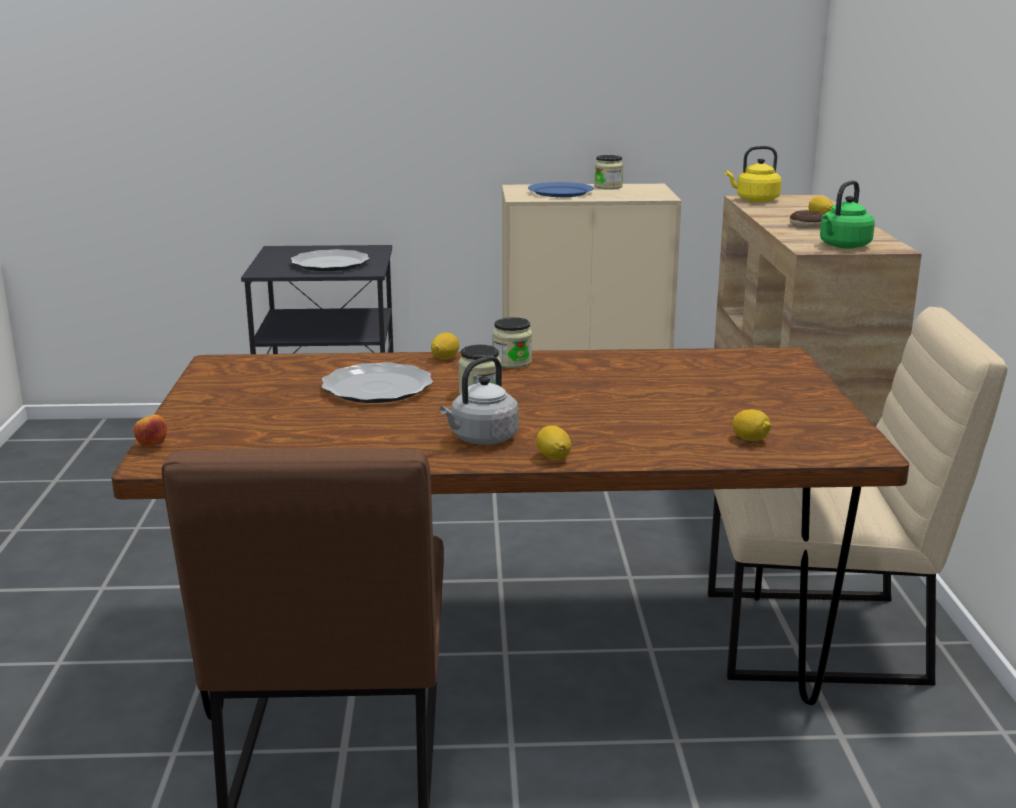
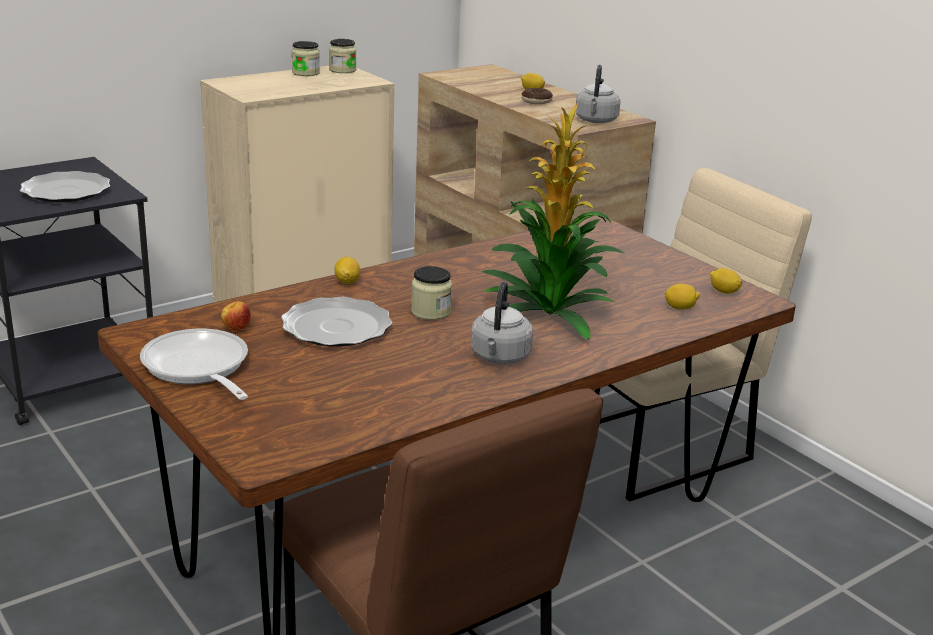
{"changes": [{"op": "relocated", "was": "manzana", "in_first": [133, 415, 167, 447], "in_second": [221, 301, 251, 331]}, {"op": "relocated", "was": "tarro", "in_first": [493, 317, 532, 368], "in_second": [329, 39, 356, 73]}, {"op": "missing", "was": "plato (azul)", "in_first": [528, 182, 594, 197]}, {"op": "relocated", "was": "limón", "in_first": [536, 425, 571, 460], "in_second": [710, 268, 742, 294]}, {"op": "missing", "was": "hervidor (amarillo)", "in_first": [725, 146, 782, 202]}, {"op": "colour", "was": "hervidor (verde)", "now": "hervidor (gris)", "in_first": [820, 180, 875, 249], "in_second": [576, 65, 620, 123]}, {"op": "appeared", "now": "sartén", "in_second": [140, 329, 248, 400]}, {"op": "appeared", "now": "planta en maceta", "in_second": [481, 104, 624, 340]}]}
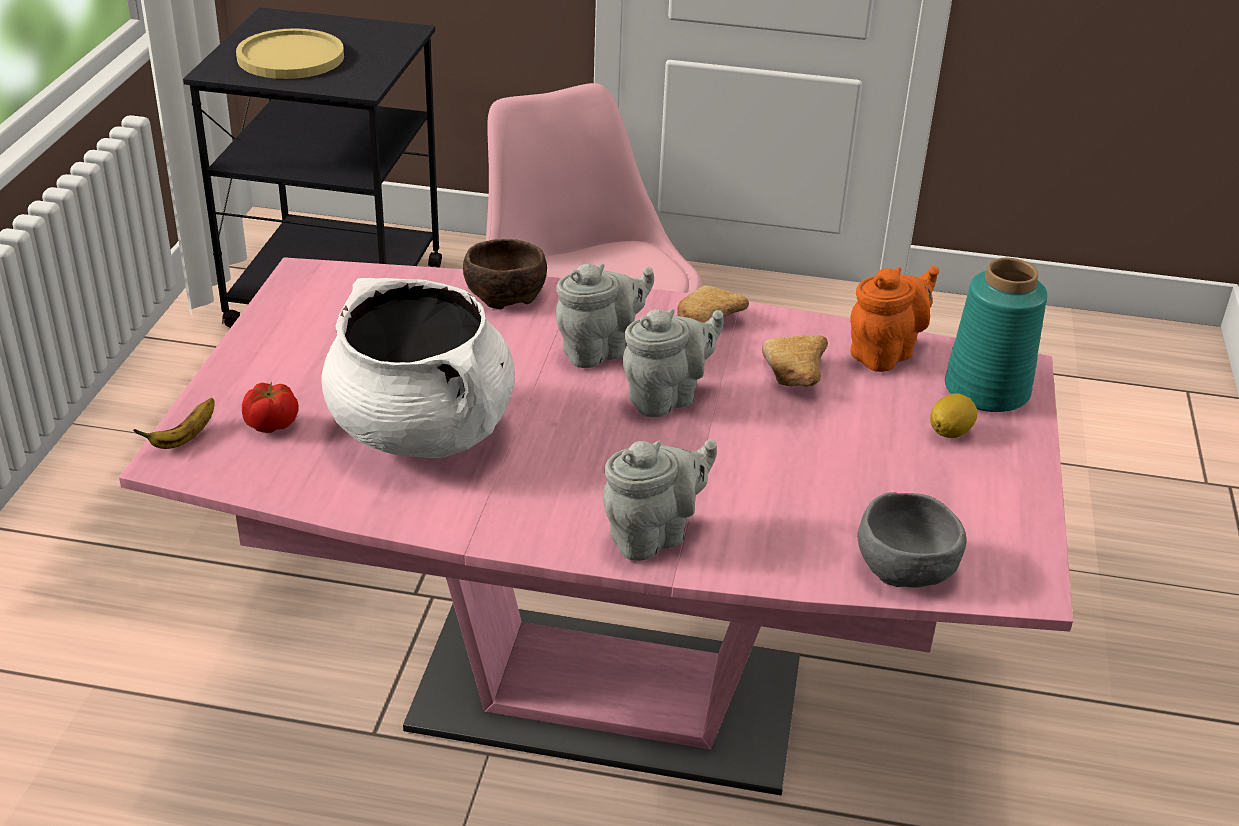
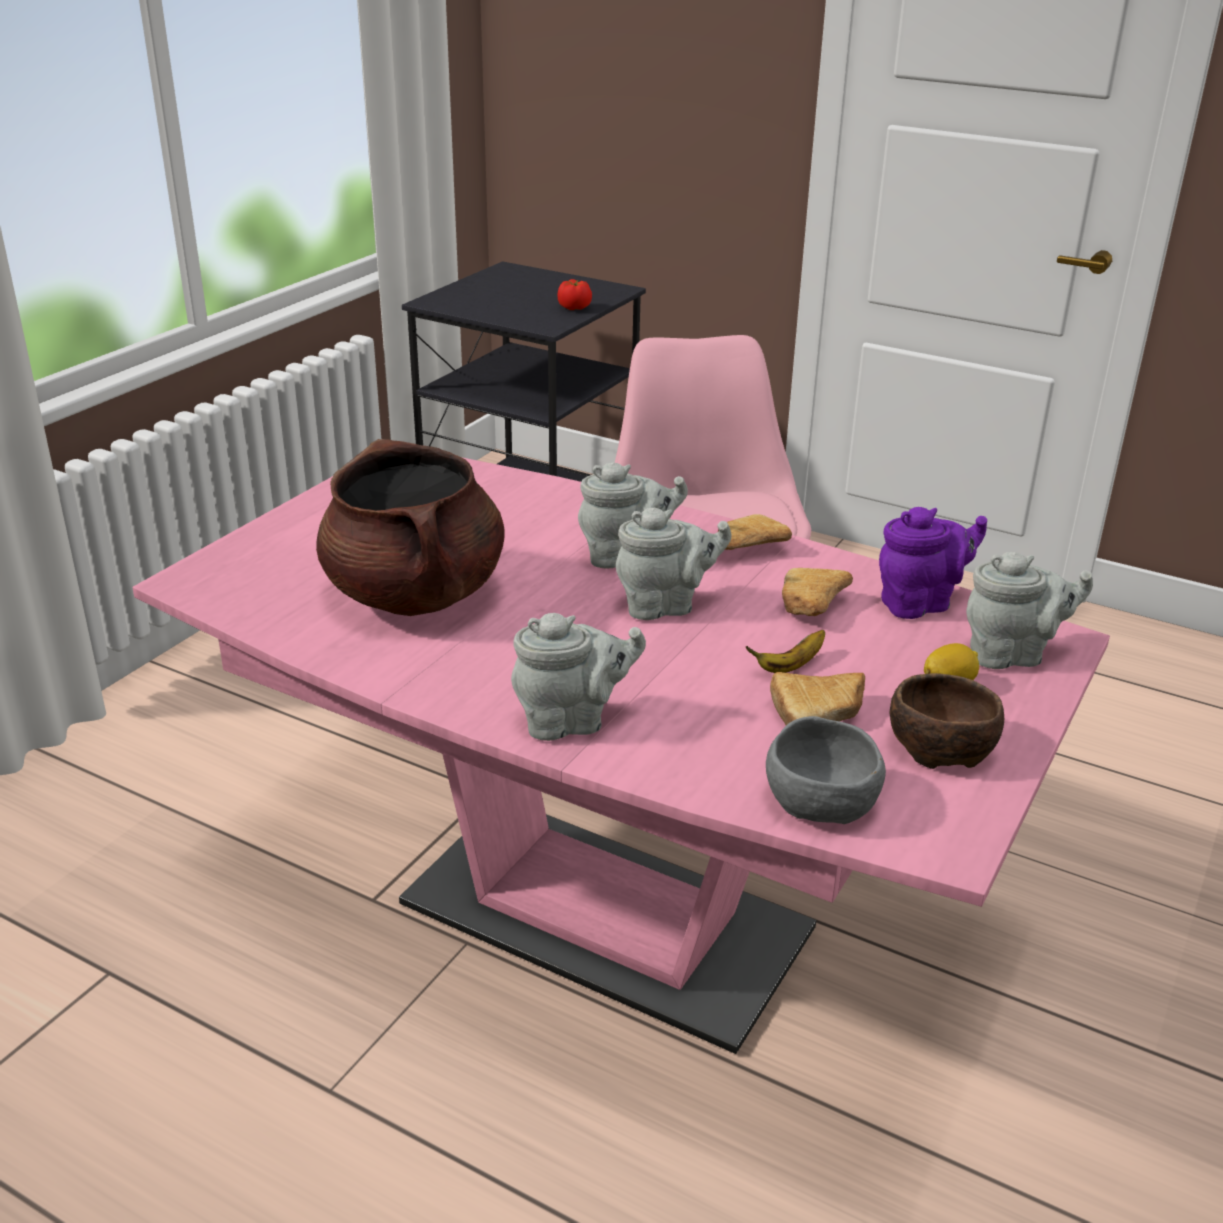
{"changes": [{"op": "relocated", "was": "plátano", "in_first": [133, 398, 215, 449], "in_second": [746, 630, 825, 673]}, {"op": "missing", "was": "plato (amarillo)", "in_first": [236, 28, 344, 79]}, {"op": "relocated", "was": "tomate", "in_first": [242, 382, 299, 433], "in_second": [557, 279, 592, 310]}, {"op": "colour", "was": "olla (blanco)", "now": "olla (marrón)", "in_first": [322, 278, 515, 458], "in_second": [316, 439, 505, 616]}, {"op": "relocated", "was": "cuenco (marrón)", "in_first": [463, 239, 547, 309], "in_second": [890, 673, 1004, 769]}, {"op": "colour", "was": "tetera (naranja)", "now": "tetera (morado)", "in_first": [850, 266, 939, 372], "in_second": [879, 507, 987, 619]}, {"op": "exchanged", "was": "florero (turquesa)", "now": "tetera (gris)", "in_first": [945, 258, 1047, 412], "in_second": [966, 552, 1093, 669]}, {"op": "appeared", "now": "pan", "in_second": [770, 672, 865, 725]}]}
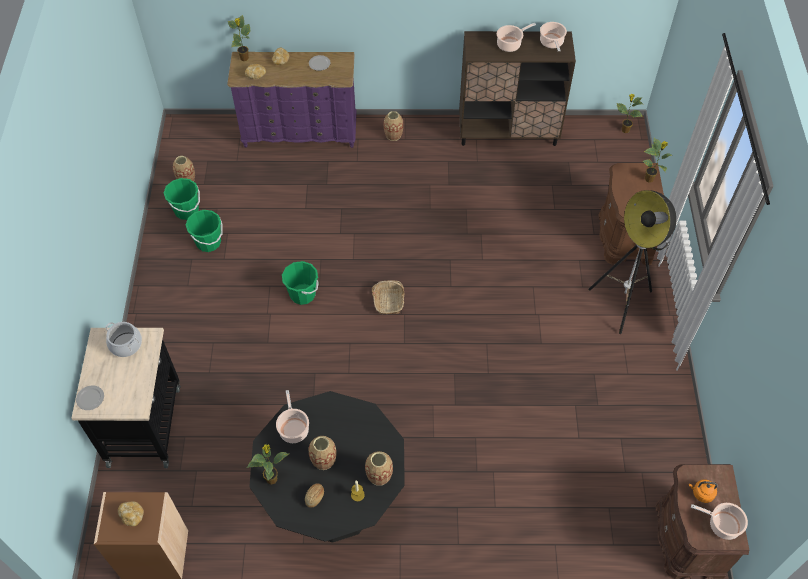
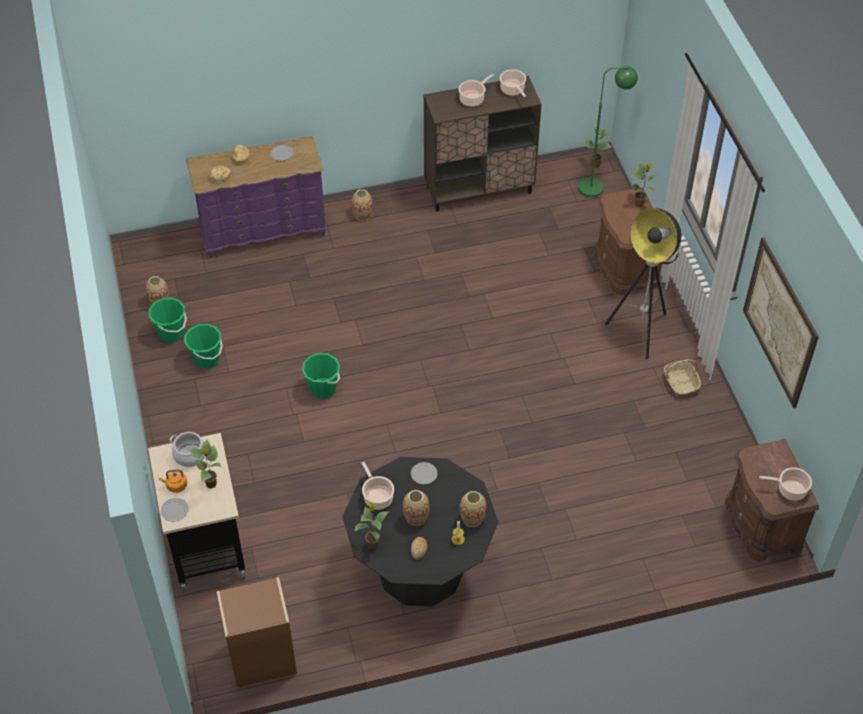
{"changes": [{"op": "missing", "was": "pan", "in_first": [118, 501, 144, 526]}, {"op": "relocated", "was": "planta en maceta", "in_first": [228, 15, 251, 61], "in_second": [189, 439, 222, 488]}, {"op": "relocated", "was": "cesta", "in_first": [372, 280, 405, 314], "in_second": [664, 359, 701, 397]}, {"op": "relocated", "was": "hervidor (naranja)", "in_first": [689, 479, 718, 503], "in_second": [158, 469, 187, 493]}, {"op": "appeared", "now": "plato", "in_second": [411, 462, 438, 484]}, {"op": "appeared", "now": "lámpara de pie (verde)", "in_second": [578, 66, 638, 197]}, {"op": "appeared", "now": "cuadro", "in_second": [743, 237, 819, 408]}]}
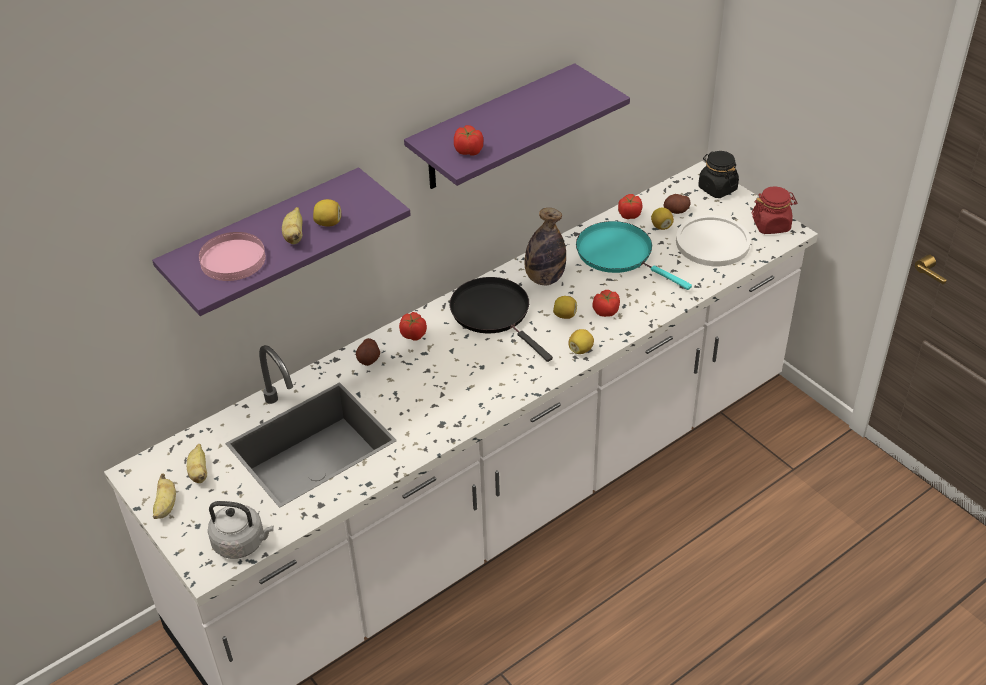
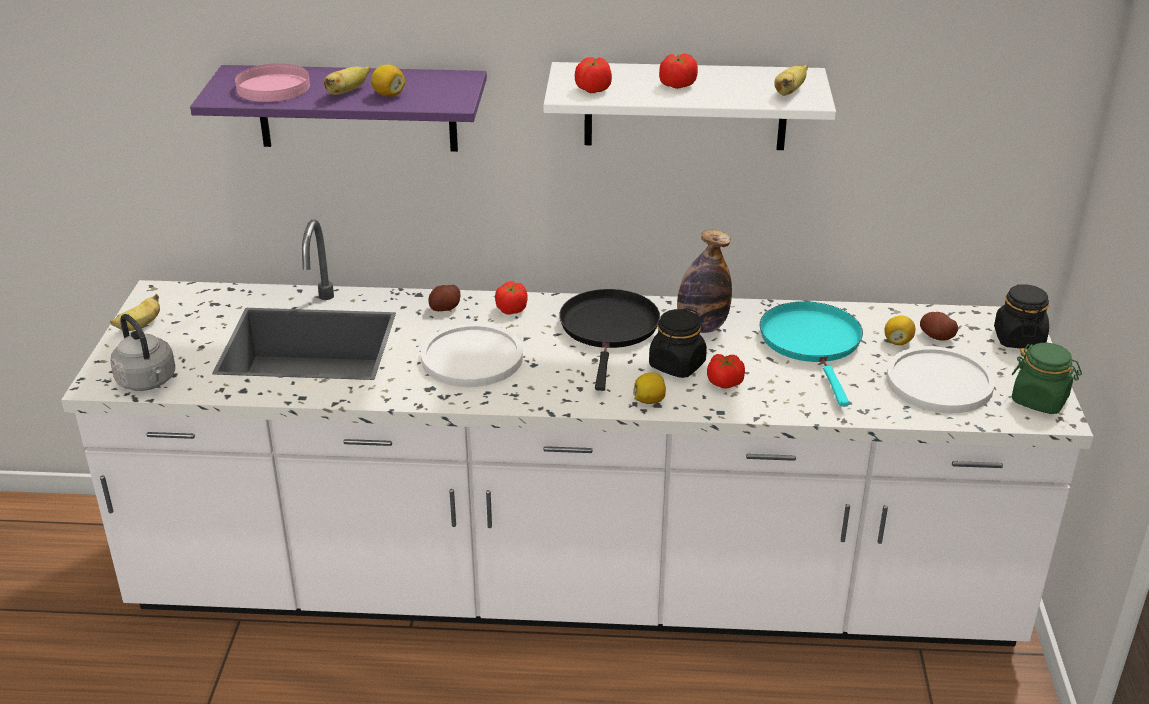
{"changes": [{"op": "relocated", "was": "plátano", "in_first": [187, 444, 207, 483], "in_second": [775, 65, 808, 96]}, {"op": "colour", "was": "estante (morado)", "now": "estante (blanco)", "in_first": [404, 63, 630, 189], "in_second": [544, 62, 836, 150]}, {"op": "exchanged", "was": "limón", "now": "tarro (negro)", "in_first": [553, 296, 577, 319], "in_second": [649, 308, 707, 378]}, {"op": "relocated", "was": "tomate", "in_first": [618, 194, 643, 219], "in_second": [659, 54, 698, 89]}, {"op": "colour", "was": "tarro (rojo)", "now": "tarro (verde)", "in_first": [752, 186, 797, 234], "in_second": [1011, 343, 1082, 414]}, {"op": "appeared", "now": "plato (blanco)", "in_second": [421, 323, 523, 387]}]}
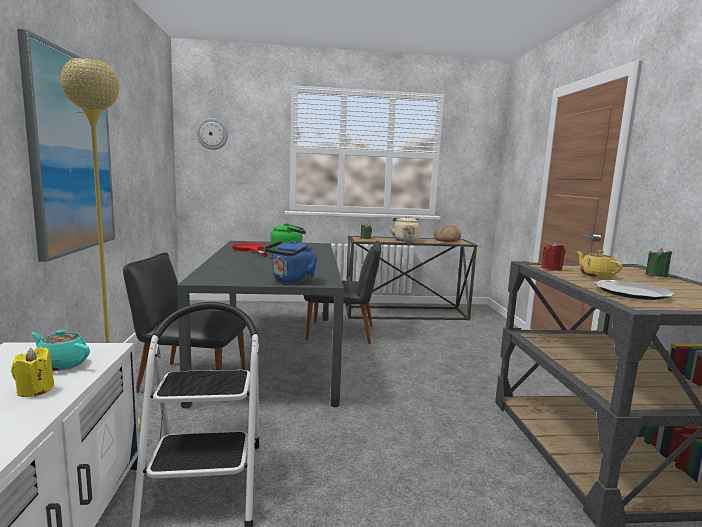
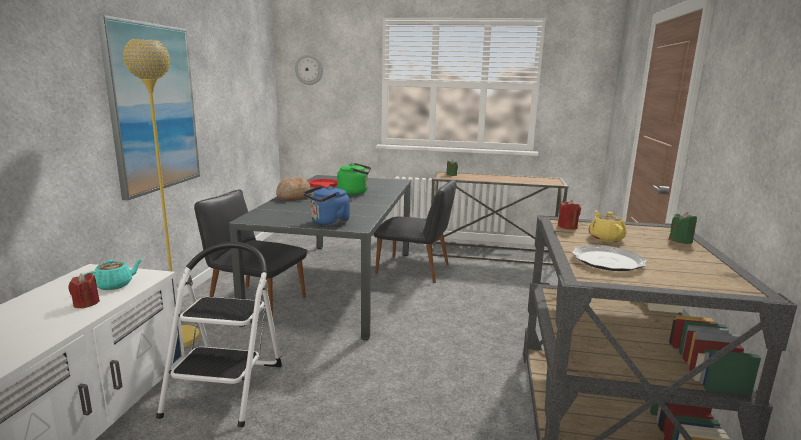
{"changes": [{"op": "colour", "was": "vela (amarillo)", "now": "vela (rojo)", "in_first": [11, 347, 54, 397], "in_second": [68, 273, 100, 309]}, {"op": "spun", "was": "tetera (turquesa)", "in_first": [31, 330, 90, 371], "in_second": [83, 259, 143, 290], "clockwise": 105}, {"op": "missing", "was": "hervidor (beis)", "in_first": [389, 216, 420, 242]}, {"op": "relocated", "was": "pan", "in_first": [434, 226, 461, 242], "in_second": [276, 178, 313, 200]}]}
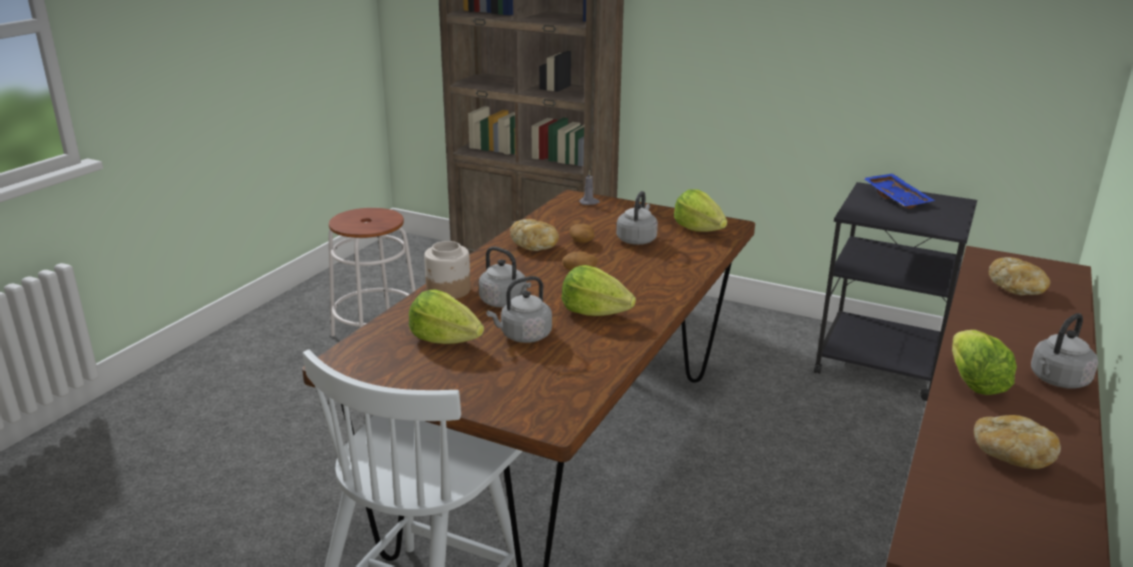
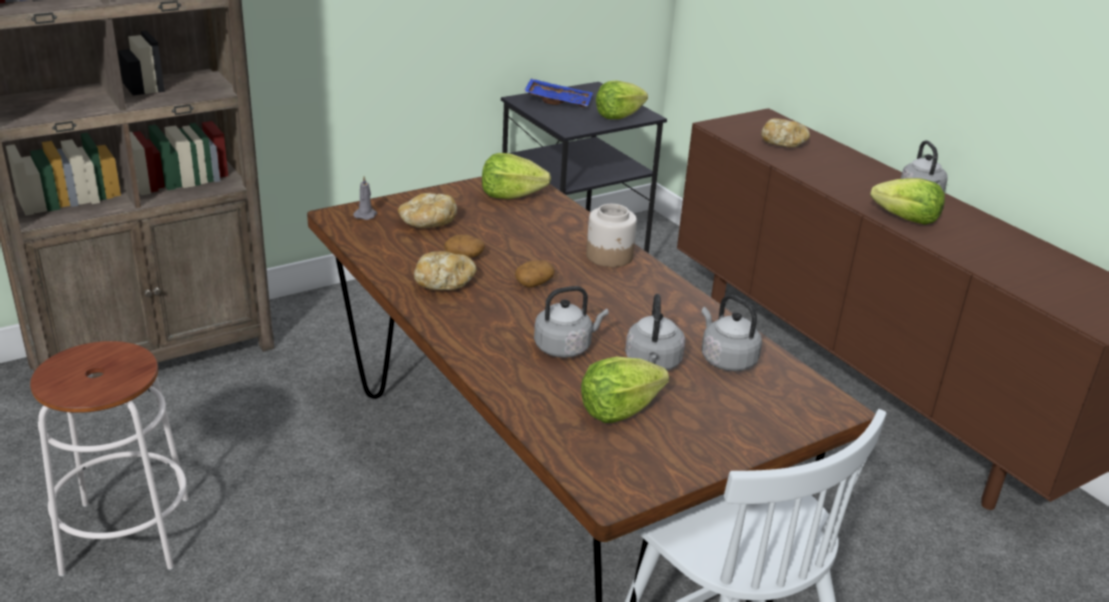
{"changes": [{"op": "relocated", "was": "tarro", "in_first": [424, 241, 471, 299], "in_second": [586, 204, 637, 267]}, {"op": "relocated", "was": "lechuga", "in_first": [561, 265, 636, 316], "in_second": [596, 80, 648, 119]}, {"op": "relocated", "was": "hervidor (gris)", "in_first": [616, 191, 658, 245], "in_second": [702, 295, 762, 371]}, {"op": "relocated", "was": "pan", "in_first": [974, 415, 1061, 469], "in_second": [398, 193, 457, 228]}]}
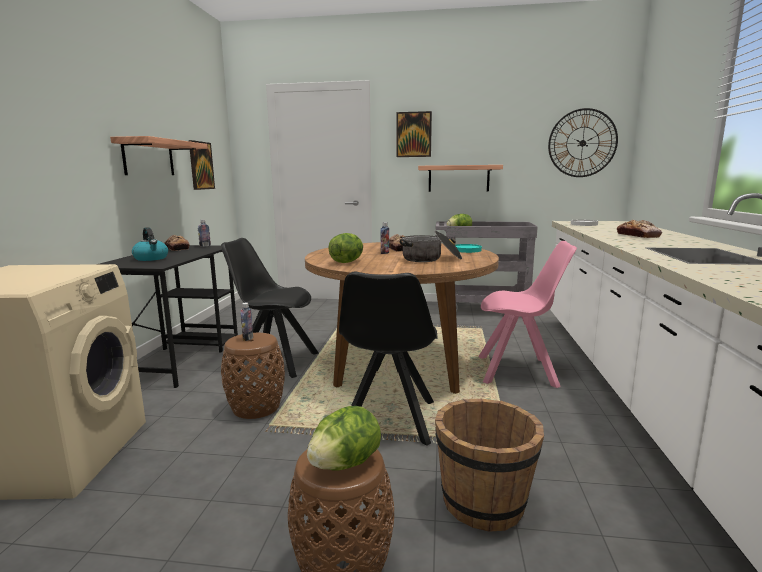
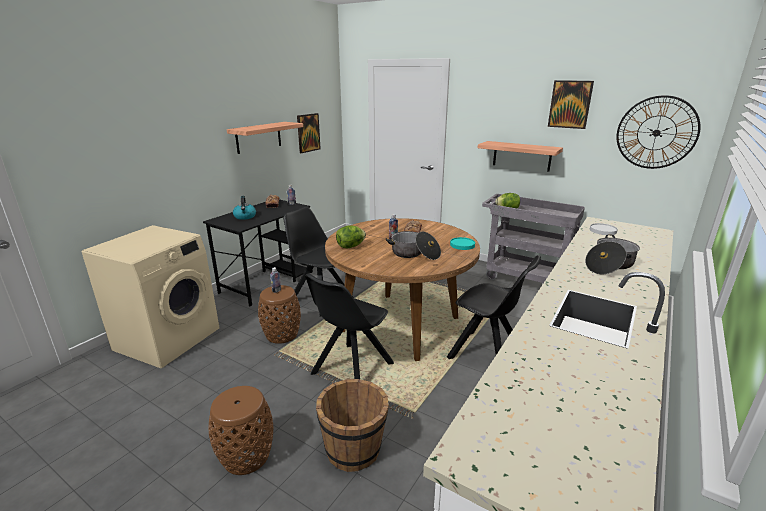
{"changes": [{"op": "missing", "was": "lechuga", "in_first": [307, 406, 381, 471]}, {"op": "relocated", "was": "cuadro", "in_first": [396, 111, 432, 157], "in_second": [548, 80, 594, 129]}, {"op": "colour", "was": "silla (rosa)", "now": "silla (negro)", "in_first": [478, 241, 577, 388], "in_second": [447, 255, 541, 359]}, {"op": "exchanged", "was": "pan", "now": "olla", "in_first": [617, 220, 662, 238], "in_second": [585, 234, 640, 274]}]}
